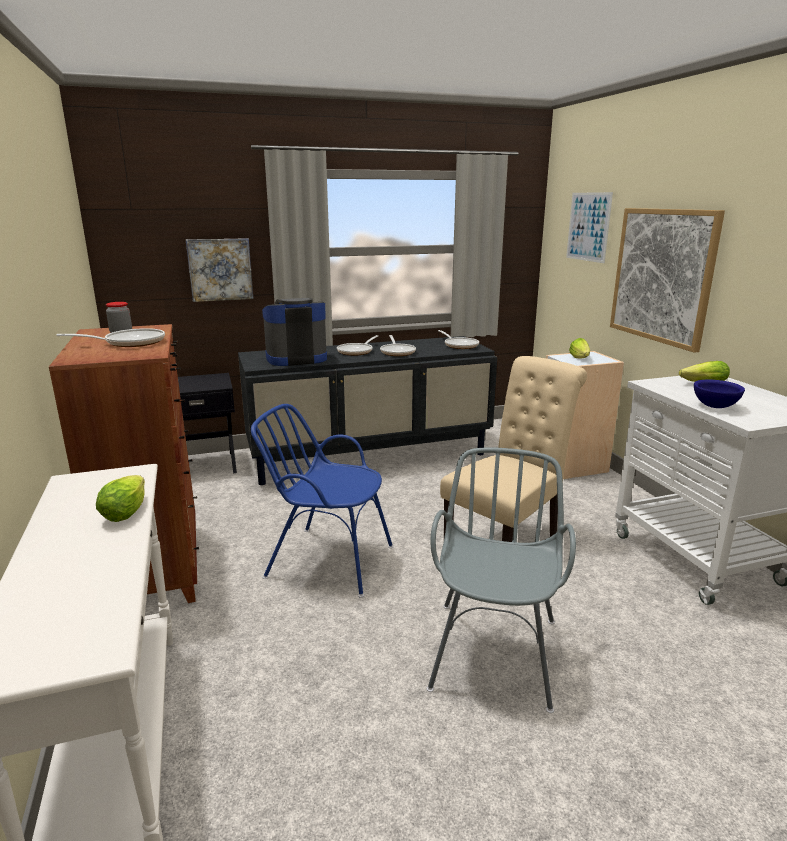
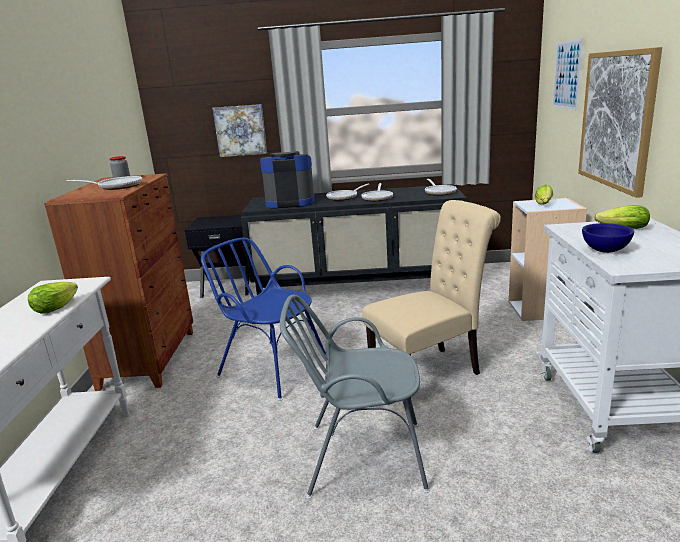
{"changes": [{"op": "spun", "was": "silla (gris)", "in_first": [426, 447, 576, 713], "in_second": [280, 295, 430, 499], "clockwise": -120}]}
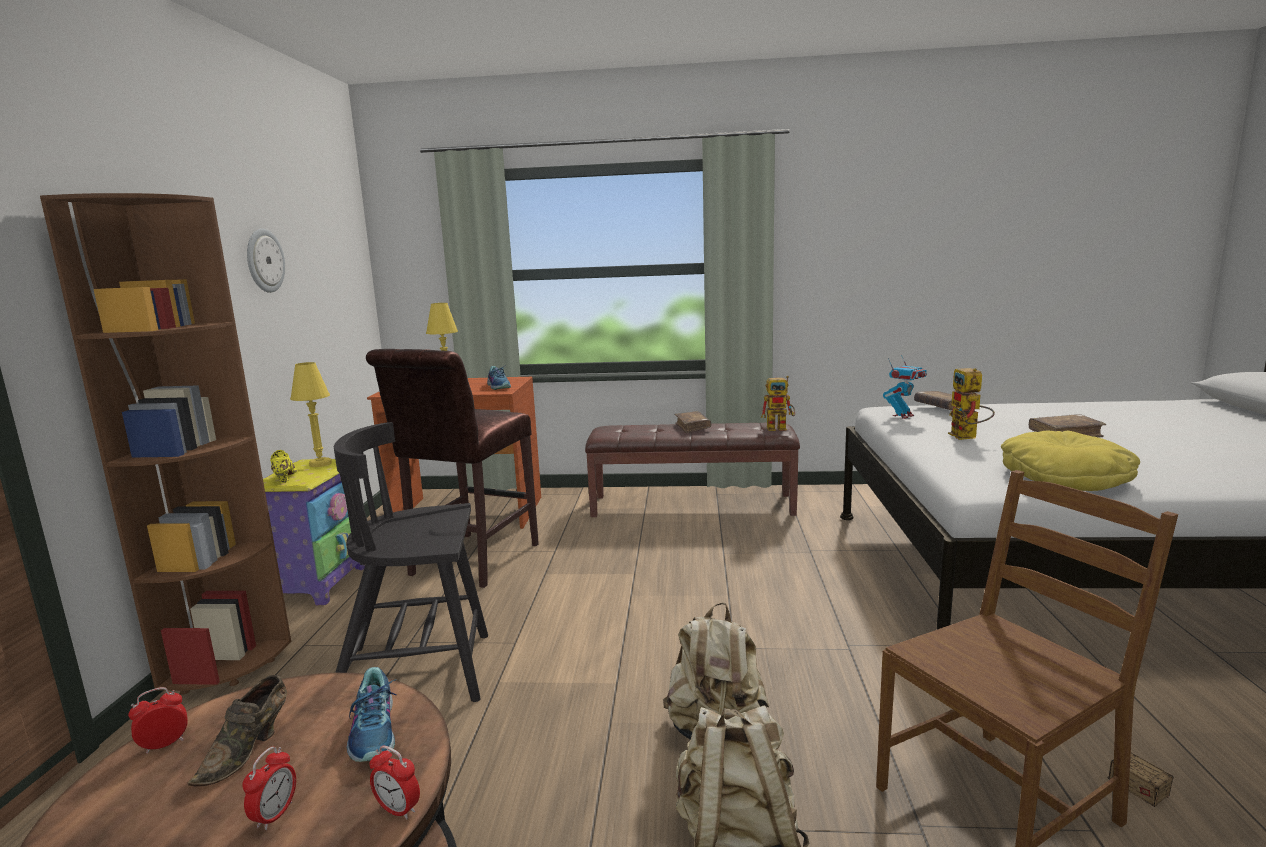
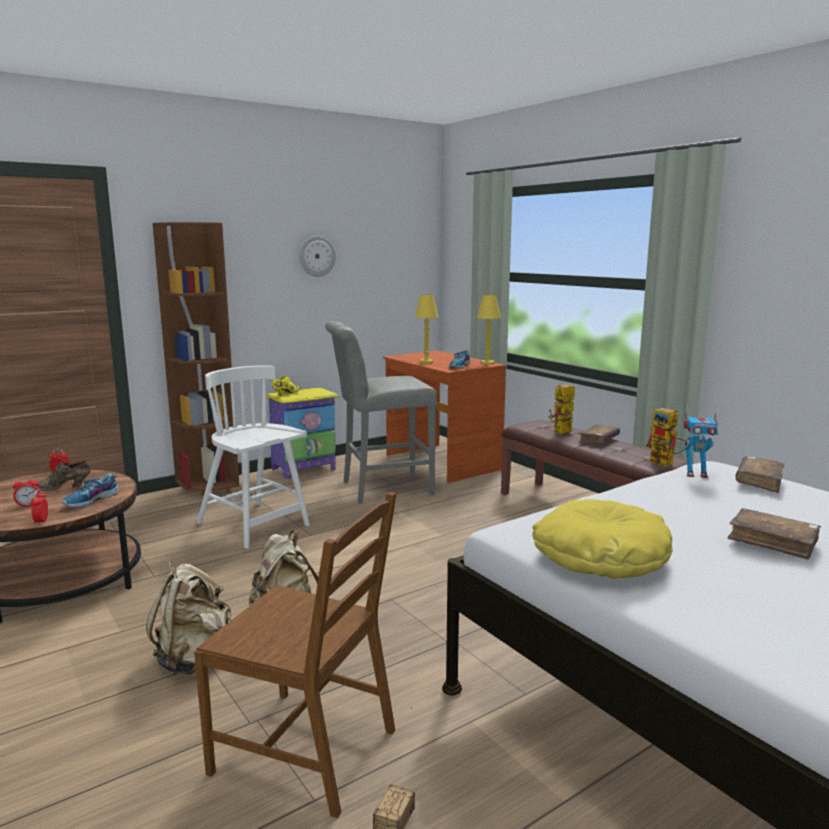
{"changes": [{"op": "relocated", "was": "lámpara de mesa (amarillo)", "in_first": [290, 362, 332, 467], "in_second": [477, 295, 501, 365]}, {"op": "colour", "was": "silla (negro)", "now": "silla (blanco)", "in_first": [334, 422, 488, 702], "in_second": [197, 365, 310, 549]}, {"op": "colour", "was": "taburete (marrón)", "now": "taburete (gris)", "in_first": [366, 349, 539, 588], "in_second": [325, 321, 437, 504]}, {"op": "relocated", "was": "robot de juguete", "in_first": [948, 368, 995, 440], "in_second": [548, 384, 575, 434]}]}
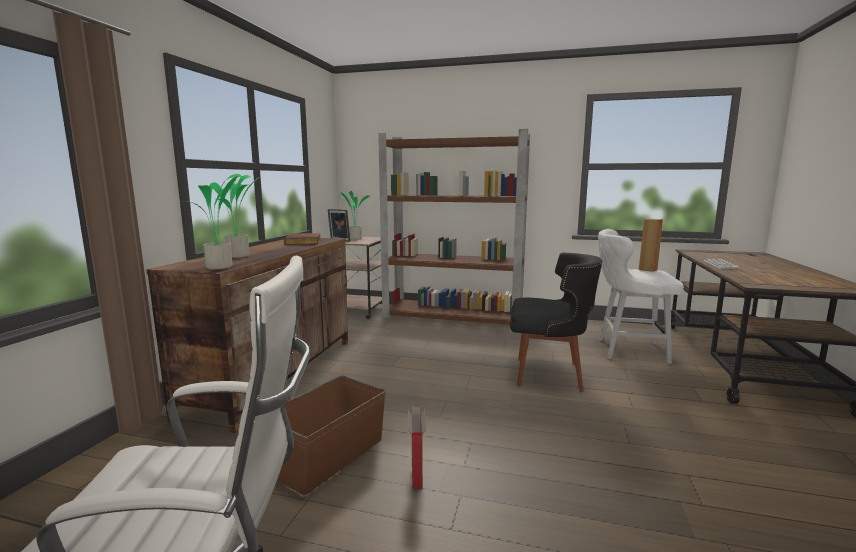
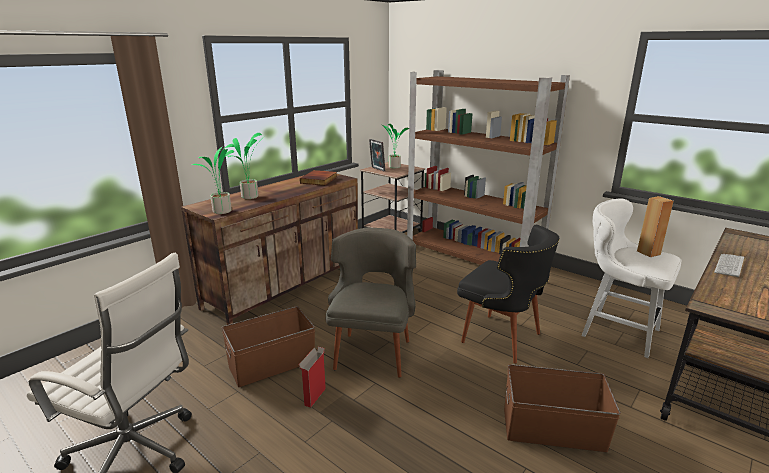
{"changes": [{"op": "appeared", "now": "silla (gris)", "in_second": [326, 228, 416, 378]}, {"op": "appeared", "now": "caja de almacenaje (marrón)", "in_second": [504, 364, 621, 452]}]}
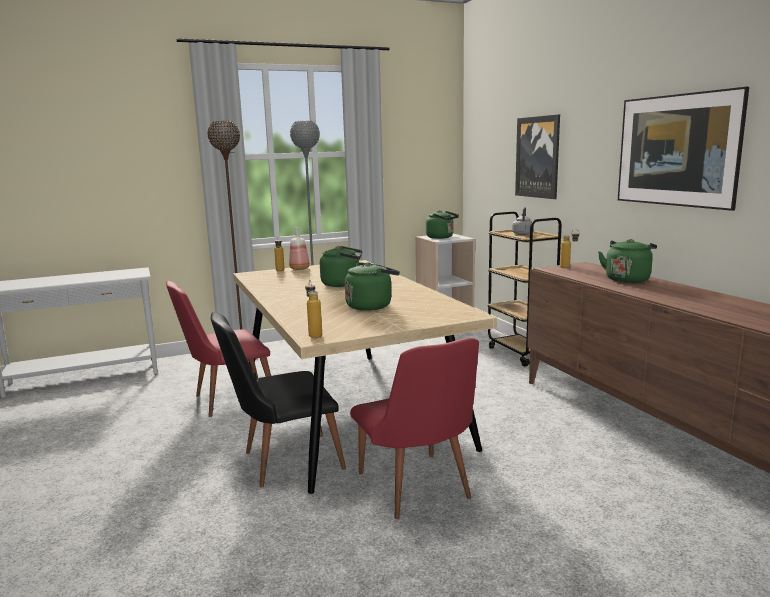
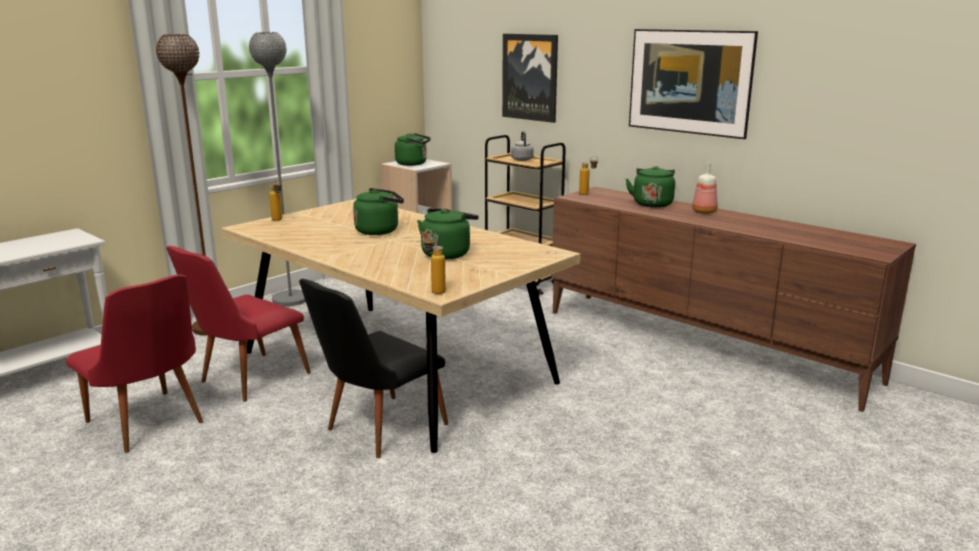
{"changes": [{"op": "relocated", "was": "botella", "in_first": [289, 227, 310, 270], "in_second": [692, 162, 717, 214]}, {"op": "relocated", "was": "silla (rojo)", "in_first": [350, 338, 479, 519], "in_second": [66, 274, 203, 453]}]}
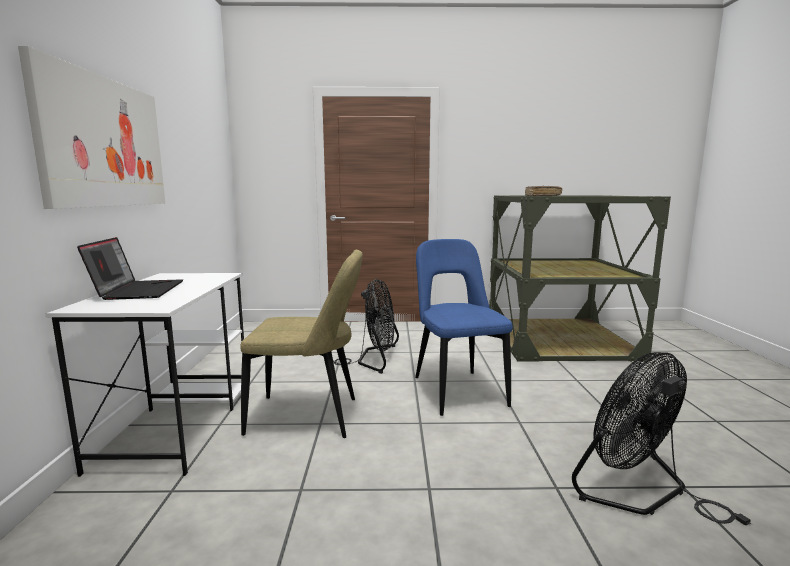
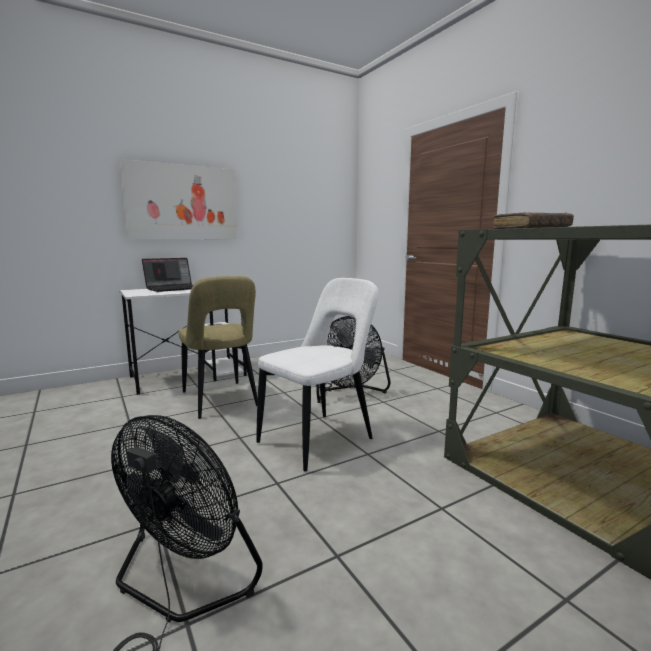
{"changes": [{"op": "colour", "was": "silla (azul)", "now": "silla (blanco)", "in_first": [415, 239, 513, 416], "in_second": [257, 278, 378, 471]}]}
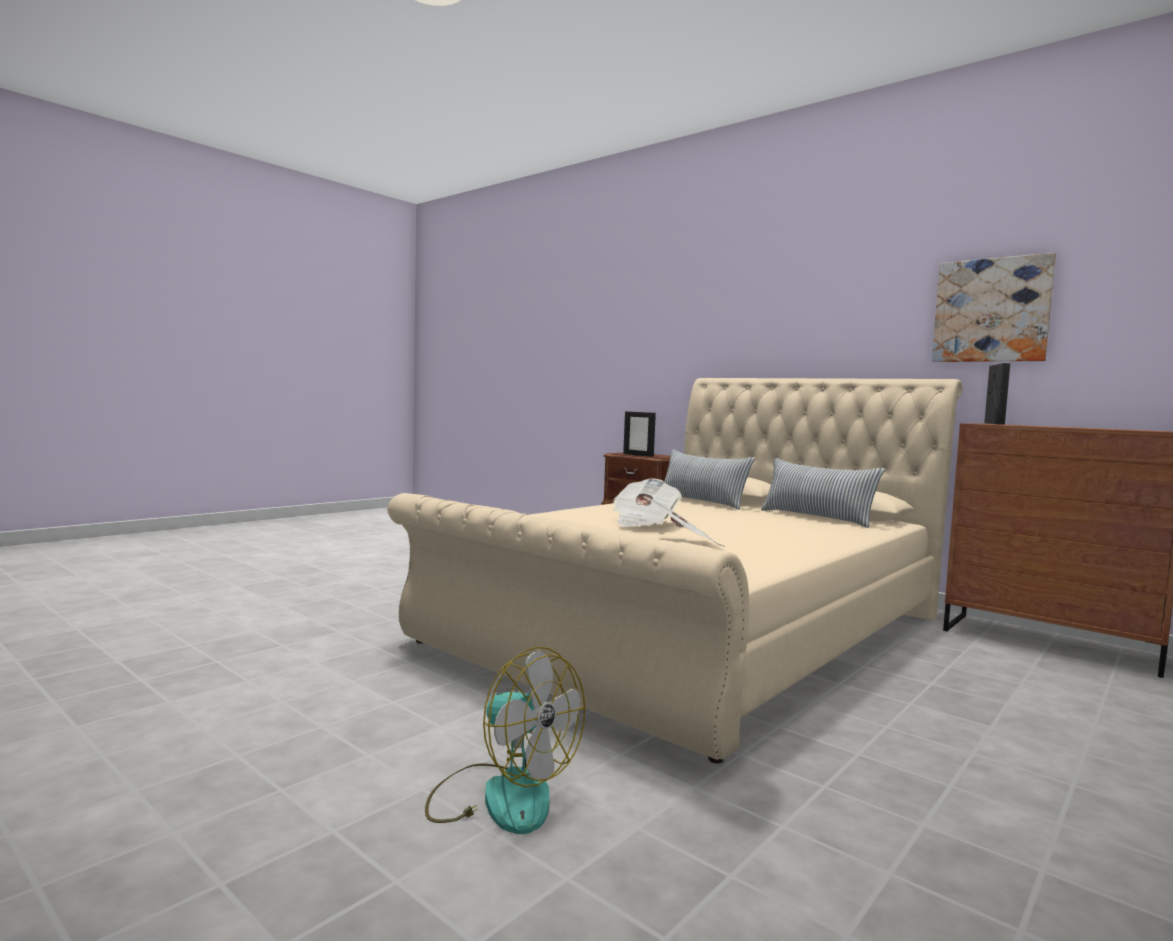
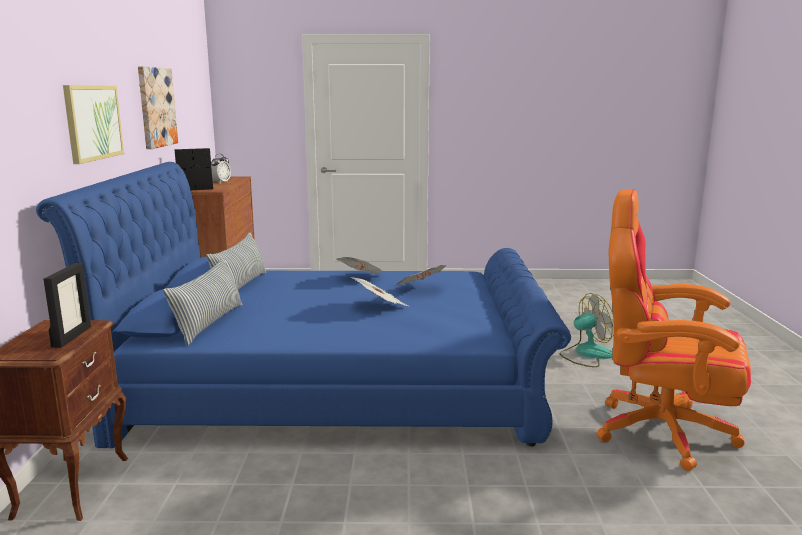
{"changes": [{"op": "colour", "was": "cama (beis)", "now": "cama (azul)", "in_first": [387, 378, 963, 763], "in_second": [36, 162, 571, 448]}, {"op": "spun", "was": "ventilador", "in_first": [425, 647, 585, 834], "in_second": [560, 293, 614, 367], "clockwise": 75}, {"op": "appeared", "now": "cuadro", "in_second": [63, 85, 124, 164]}, {"op": "appeared", "now": "despertador", "in_second": [211, 154, 231, 184]}, {"op": "appeared", "now": "periódico", "in_second": [337, 257, 383, 274]}, {"op": "appeared", "now": "silla de oficina (naranja)", "in_second": [597, 189, 751, 471]}]}
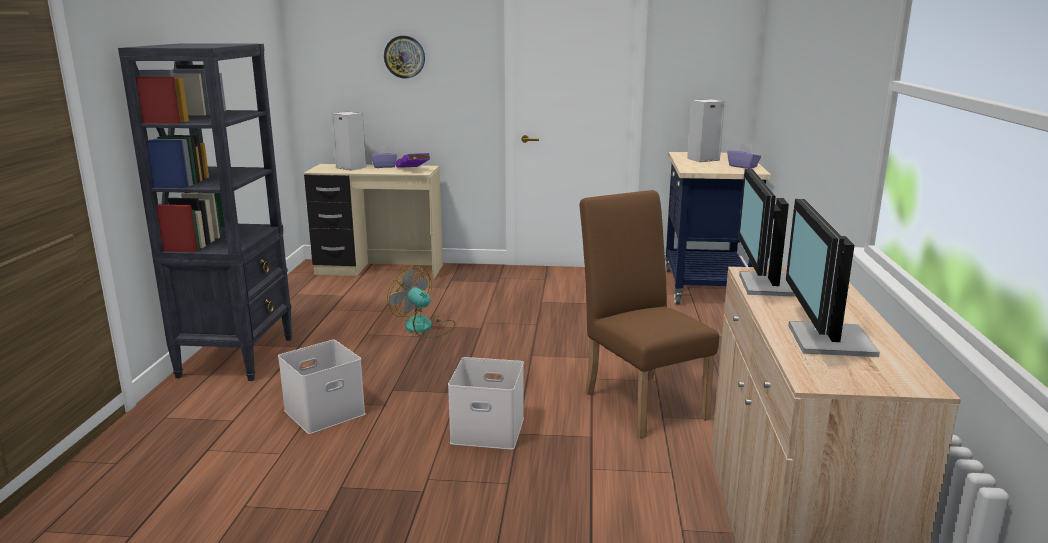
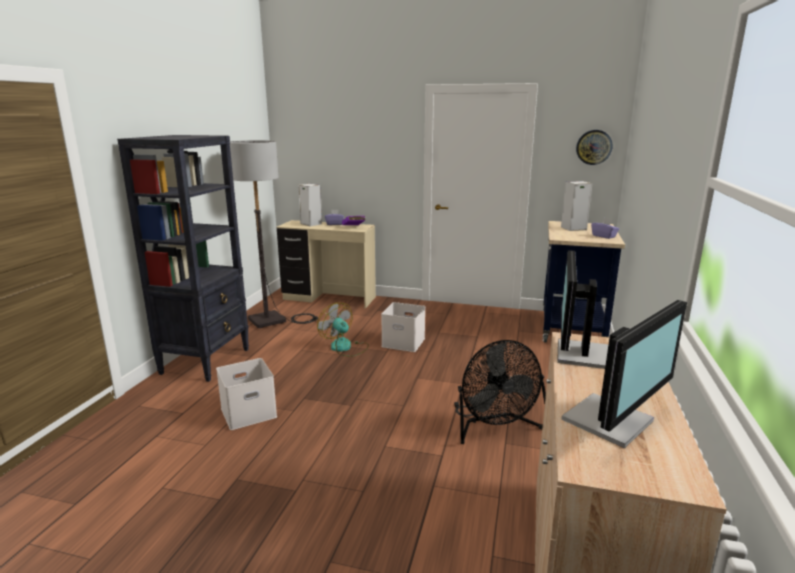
{"changes": [{"op": "relocated", "was": "reloj de pared", "in_first": [384, 36, 425, 78], "in_second": [576, 130, 612, 165]}, {"op": "relocated", "was": "caja de almacenaje (blanco)", "in_first": [448, 357, 524, 450], "in_second": [381, 302, 425, 352]}, {"op": "exchanged", "was": "silla (marrón)", "now": "ventilador (negro)", "in_first": [579, 190, 719, 439], "in_second": [454, 340, 546, 444]}, {"op": "spun", "was": "monitor", "in_first": [786, 199, 880, 357], "in_second": [561, 300, 687, 448], "clockwise": -150}, {"op": "appeared", "now": "lámpara de pie", "in_second": [230, 140, 318, 328]}]}
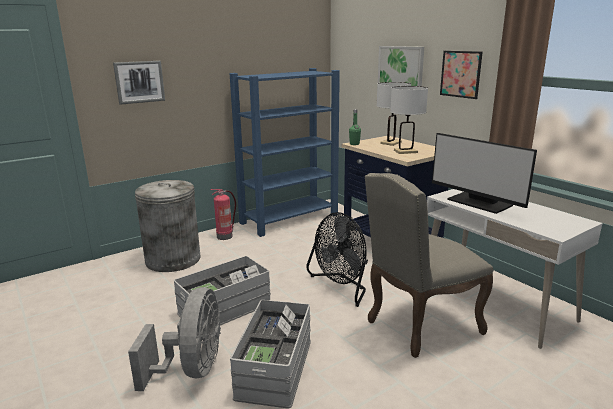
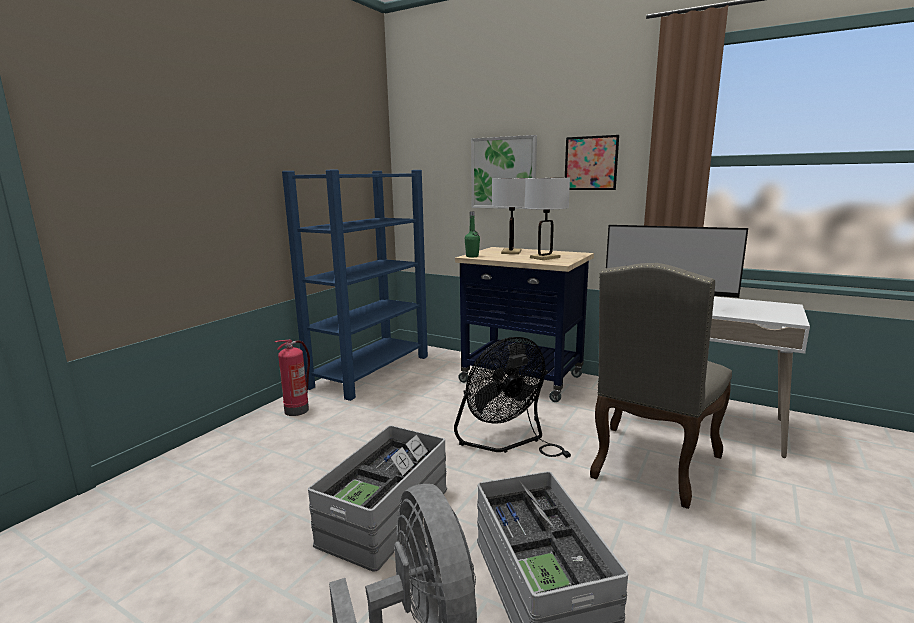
{"changes": [{"op": "missing", "was": "cuadro", "in_first": [113, 61, 165, 105]}, {"op": "missing", "was": "papelera (gris)", "in_first": [135, 180, 201, 272]}, {"op": "spun", "was": "ventilador (negro)", "in_first": [306, 212, 368, 307], "in_second": [454, 337, 571, 458], "clockwise": 120}]}
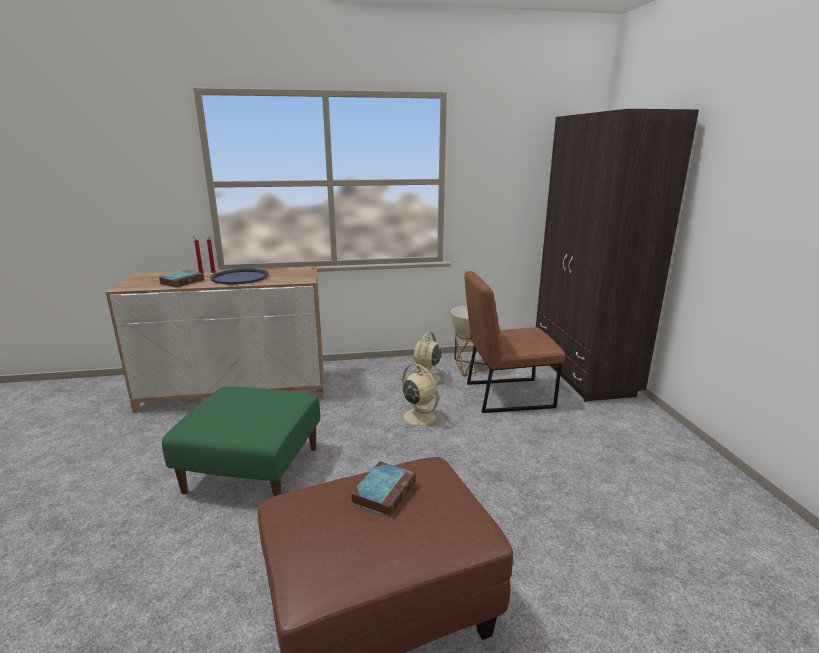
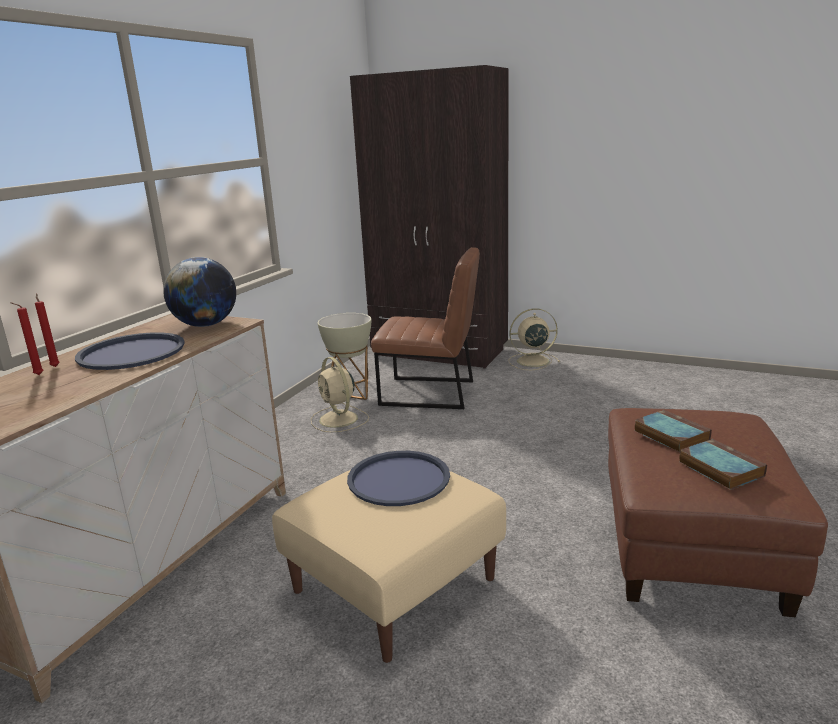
{"changes": [{"op": "relocated", "was": "libro", "in_first": [158, 270, 204, 288], "in_second": [679, 439, 767, 490]}, {"op": "colour", "was": "puf (verde)", "now": "puf (beis)", "in_first": [162, 387, 320, 497], "in_second": [272, 470, 506, 663]}, {"op": "relocated", "was": "ventilador (beis)", "in_first": [393, 364, 444, 431], "in_second": [509, 308, 560, 370]}, {"op": "spun", "was": "silla (marrón)", "in_first": [465, 271, 565, 413], "in_second": [371, 247, 480, 409], "clockwise": -105}, {"op": "appeared", "now": "globo terráqueo", "in_second": [163, 257, 236, 327]}, {"op": "appeared", "now": "bandeja (azul)", "in_second": [347, 451, 450, 506]}]}
